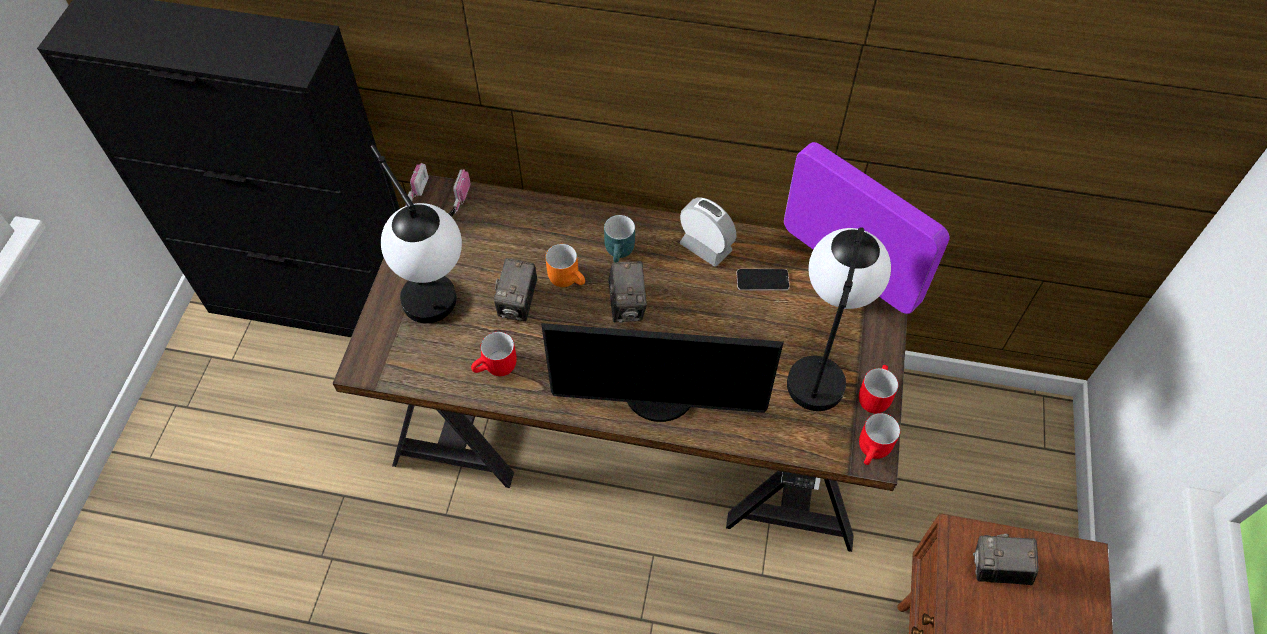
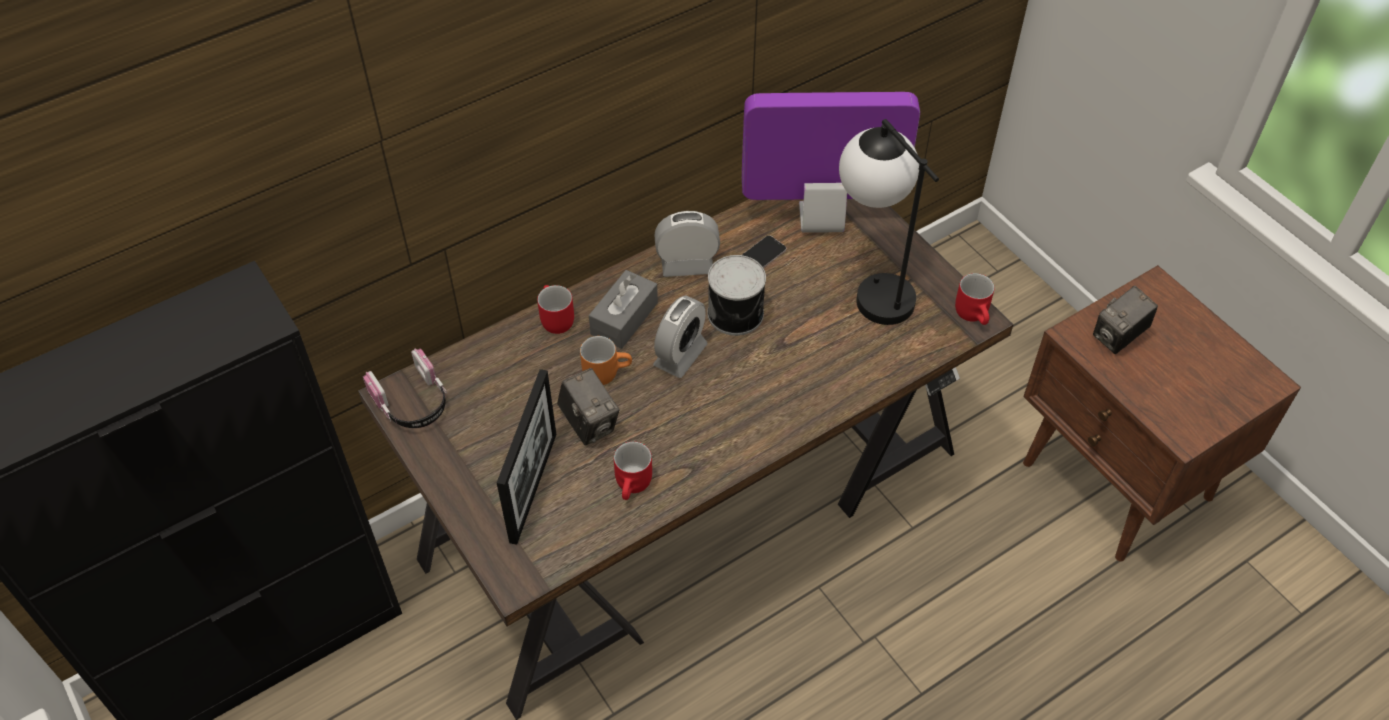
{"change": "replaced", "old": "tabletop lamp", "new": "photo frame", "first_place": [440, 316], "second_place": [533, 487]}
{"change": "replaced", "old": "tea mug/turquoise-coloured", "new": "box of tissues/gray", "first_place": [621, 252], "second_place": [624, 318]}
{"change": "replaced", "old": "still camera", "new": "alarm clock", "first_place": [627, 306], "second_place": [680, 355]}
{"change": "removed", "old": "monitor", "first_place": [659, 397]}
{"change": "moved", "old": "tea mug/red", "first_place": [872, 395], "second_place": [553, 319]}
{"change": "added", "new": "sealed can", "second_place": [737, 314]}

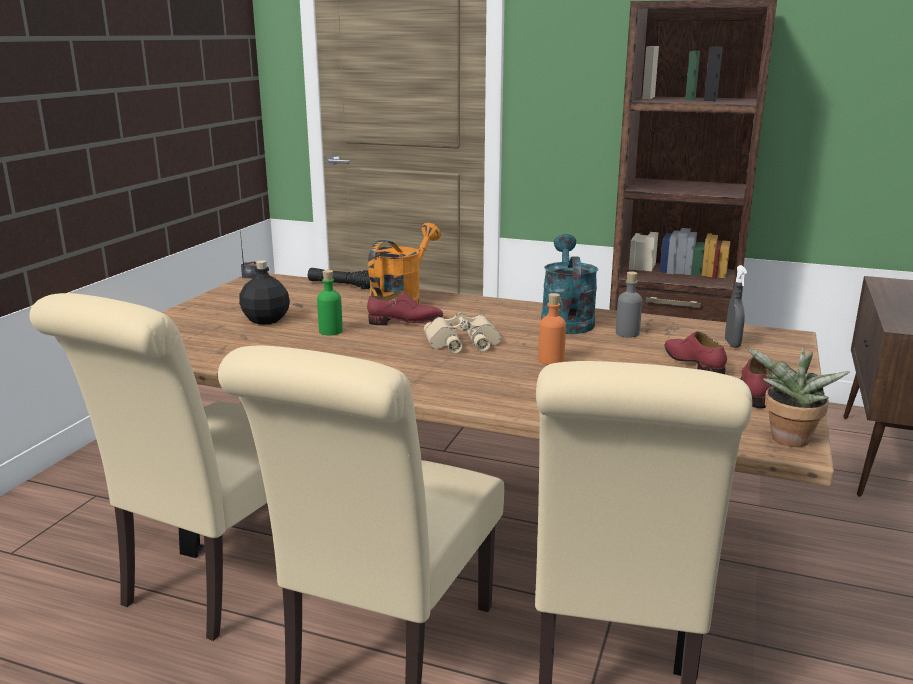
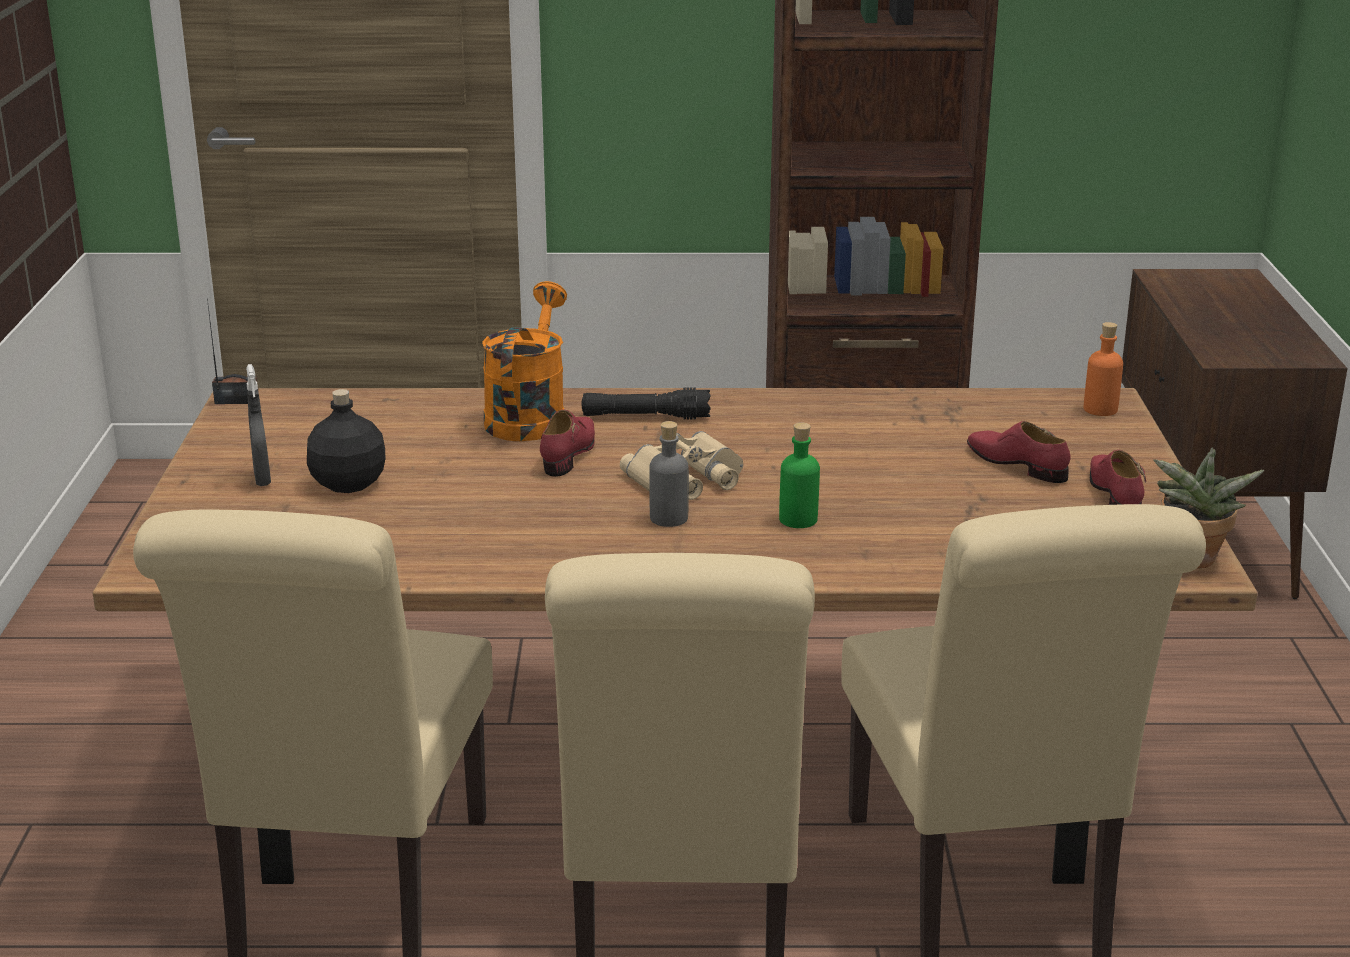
{"change": "removed", "old": "sprinkling can/turquoise-coloured", "first_place": [566, 320]}
{"change": "moved", "old": "hand sprayer/gray", "first_place": [732, 343], "second_place": [262, 479]}
{"change": "moved", "old": "torch/black-coloured", "first_place": [343, 285], "second_place": [646, 417]}
{"change": "moved", "old": "drink bottle/greenish", "first_place": [330, 331], "second_place": [798, 519]}
{"change": "moved", "old": "drink bottle/gray", "first_place": [627, 333], "second_place": [669, 518]}
{"change": "turned", "old": "low shoe/red", "first_place": [405, 321], "second_place": [570, 453], "degrees": -45}
{"change": "moved", "old": "drink bottle/orangey", "first_place": [551, 360], "second_place": [1100, 409]}

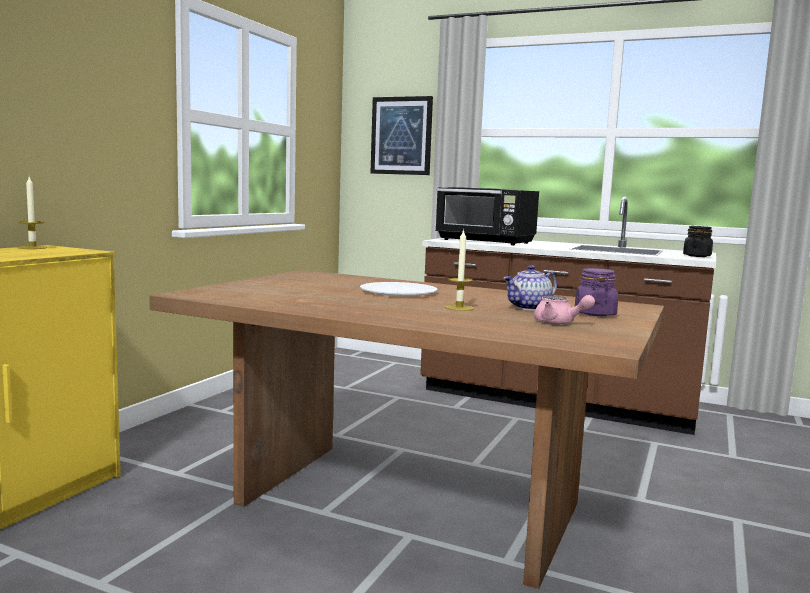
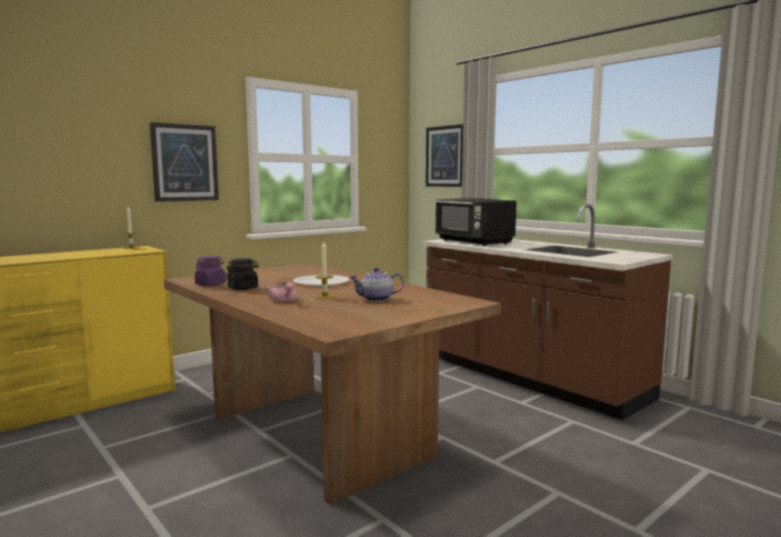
{"change": "moved", "old": "storage jar/black-coloured", "first_place": [697, 256], "second_place": [243, 288]}
{"change": "moved", "old": "storage jar/purple-coloured", "first_place": [594, 314], "second_place": [210, 284]}
{"change": "moved", "old": "teapot/pink", "first_place": [559, 323], "second_place": [284, 301]}
{"change": "added", "new": "wall picture", "second_place": [185, 163]}

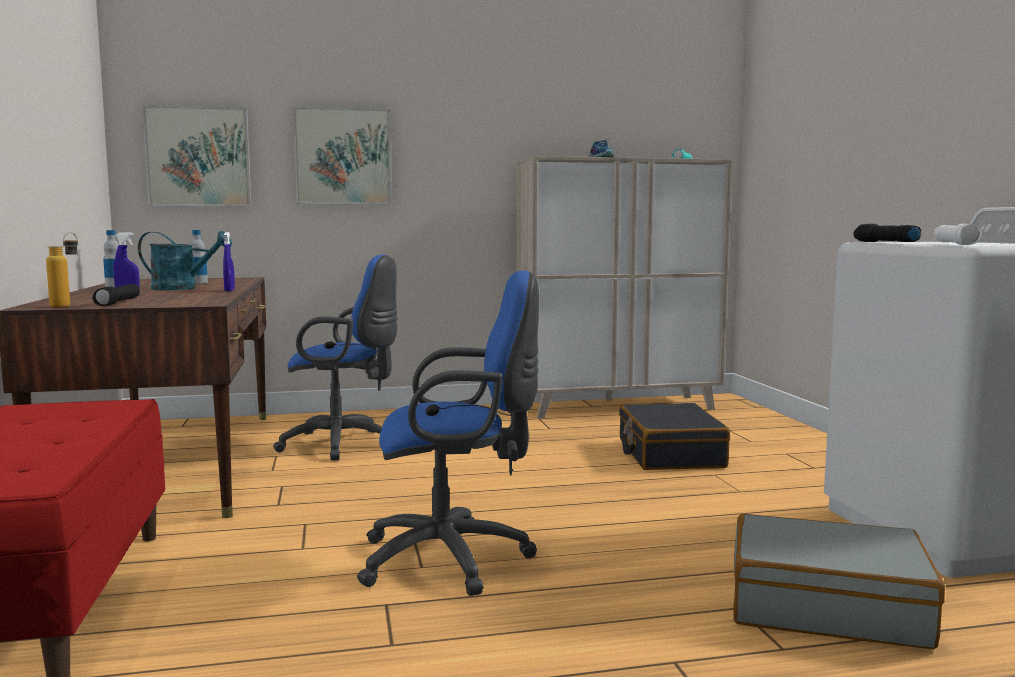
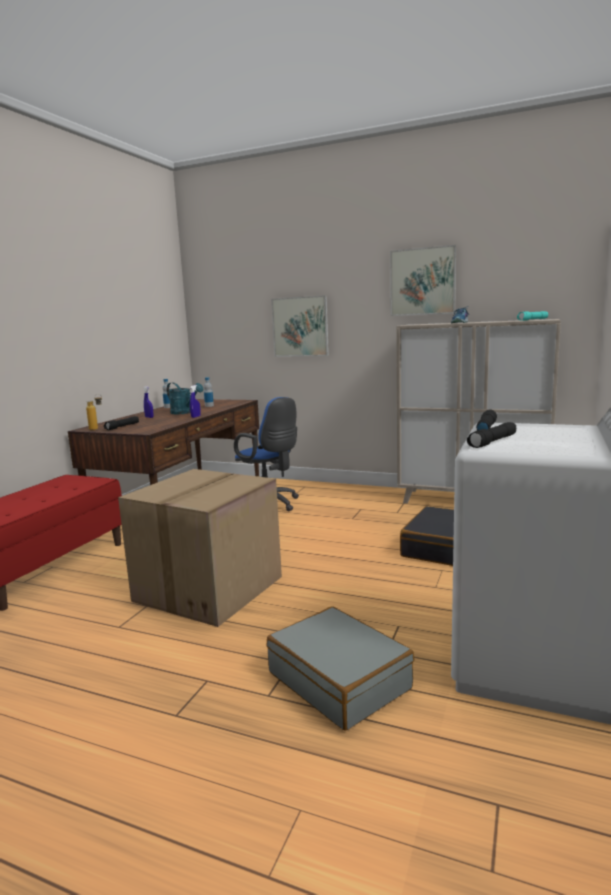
{"change": "moved", "old": "wall picture", "first_place": [198, 157], "second_place": [422, 281]}
{"change": "recoloured", "old": "torch/white-coloured", "new": "torch/black-coloured", "first_place": [956, 244], "second_place": [493, 442]}
{"change": "replaced", "old": "desk chair/bluish", "new": "packing box", "first_place": [454, 559], "second_place": [209, 589]}

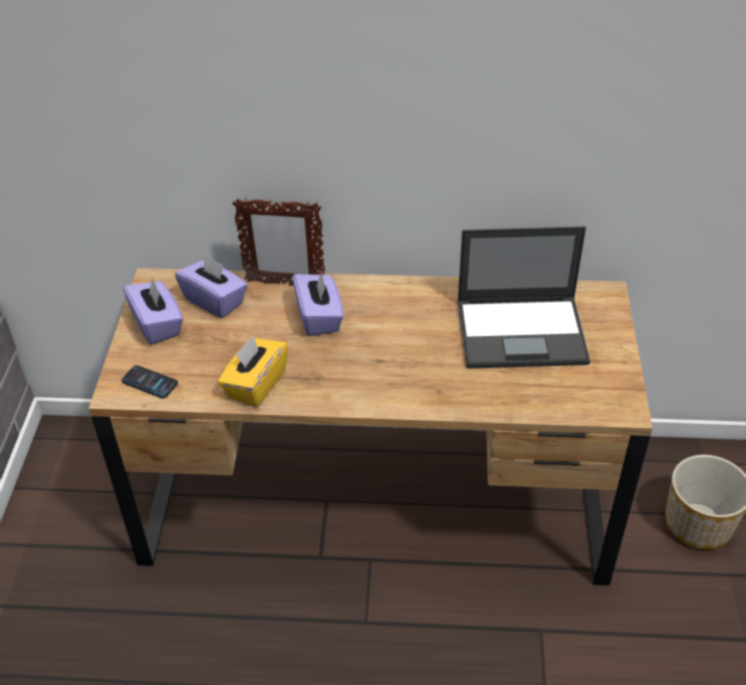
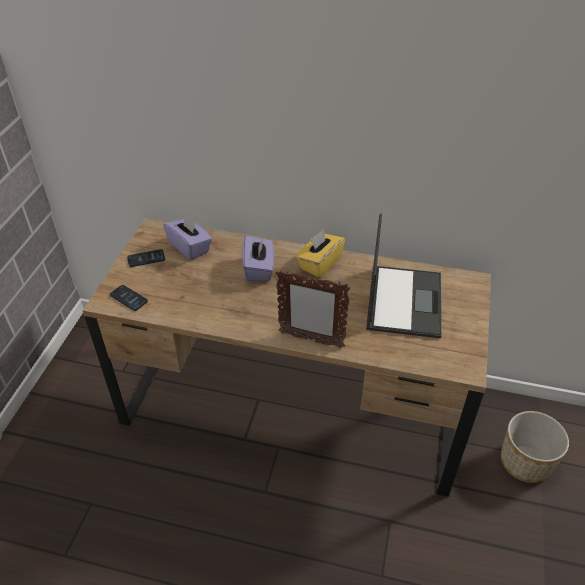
{"change": "moved", "old": "photo frame", "first_place": [284, 284], "second_place": [311, 340]}
{"change": "turned", "old": "portable computer", "first_place": [523, 332], "second_place": [404, 300], "degrees": -90}
{"change": "replaced", "old": "box of tissues/purple-coloured", "new": "handset", "first_place": [157, 324], "second_place": [146, 259]}
{"change": "moved", "old": "box of tissues/yellowish", "first_place": [255, 384], "second_place": [319, 263]}

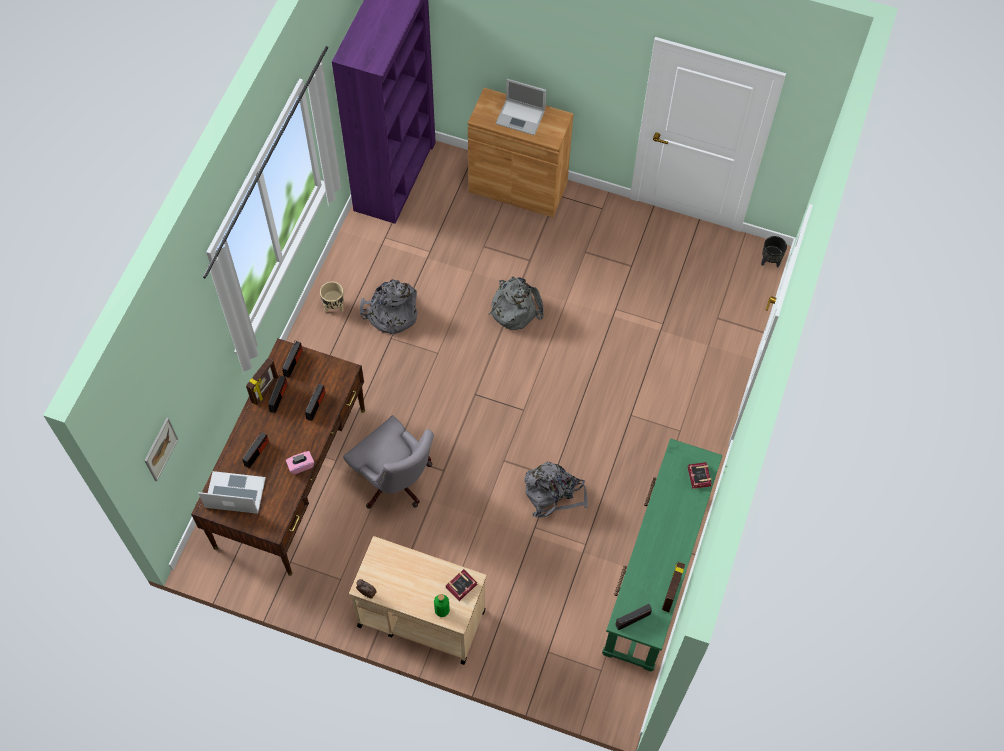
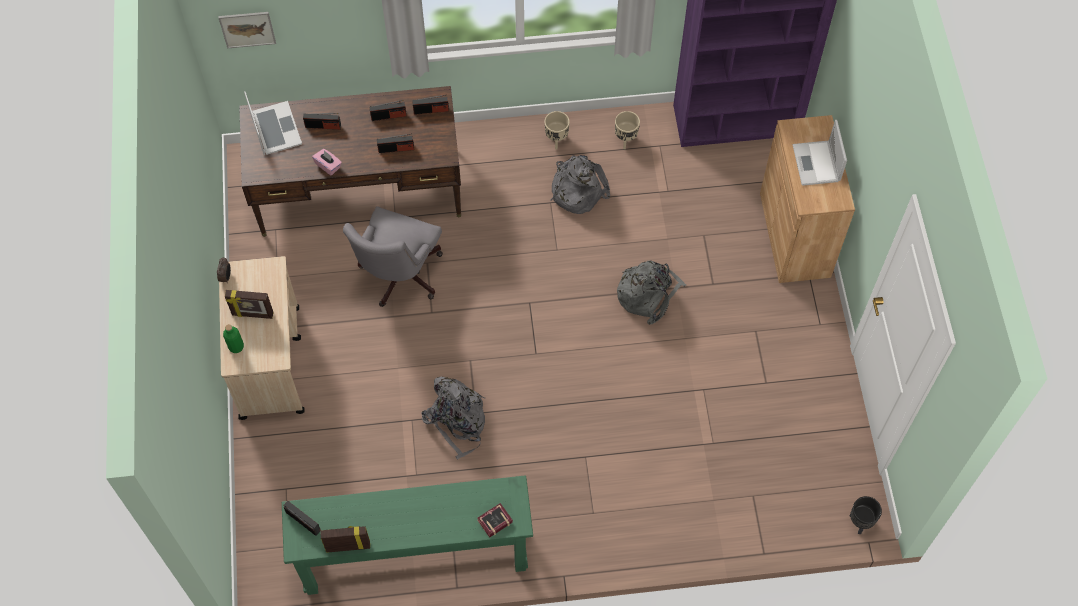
{"change": "moved", "old": "photo frame", "first_place": [265, 390], "second_place": [252, 314]}
{"change": "removed", "old": "book", "first_place": [463, 585]}
{"change": "added", "new": "flower pot/sand-coloured", "second_place": [625, 140]}

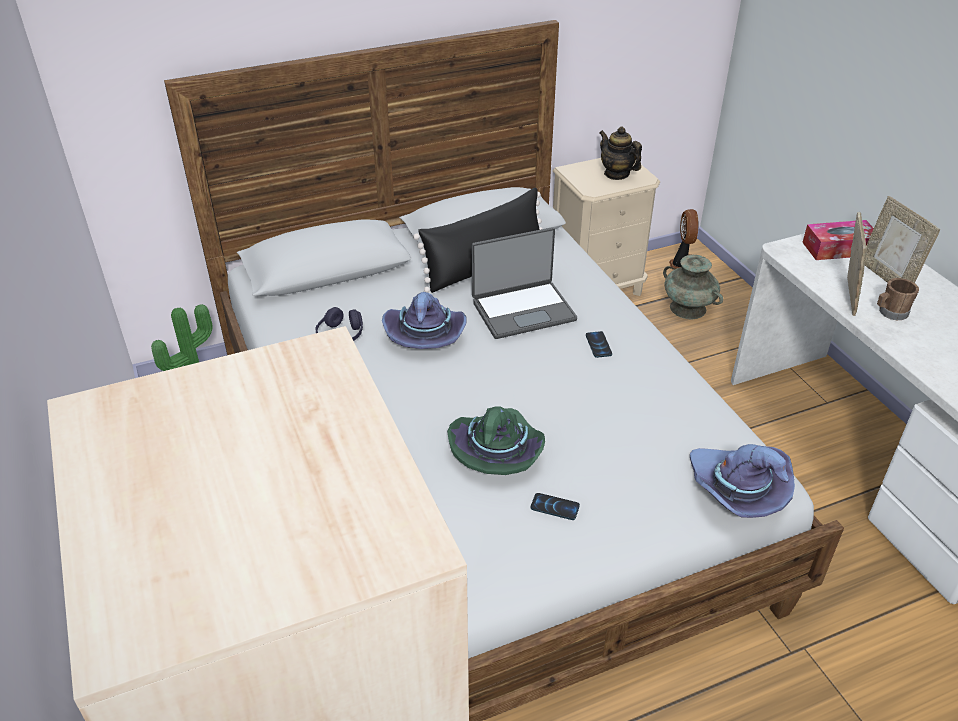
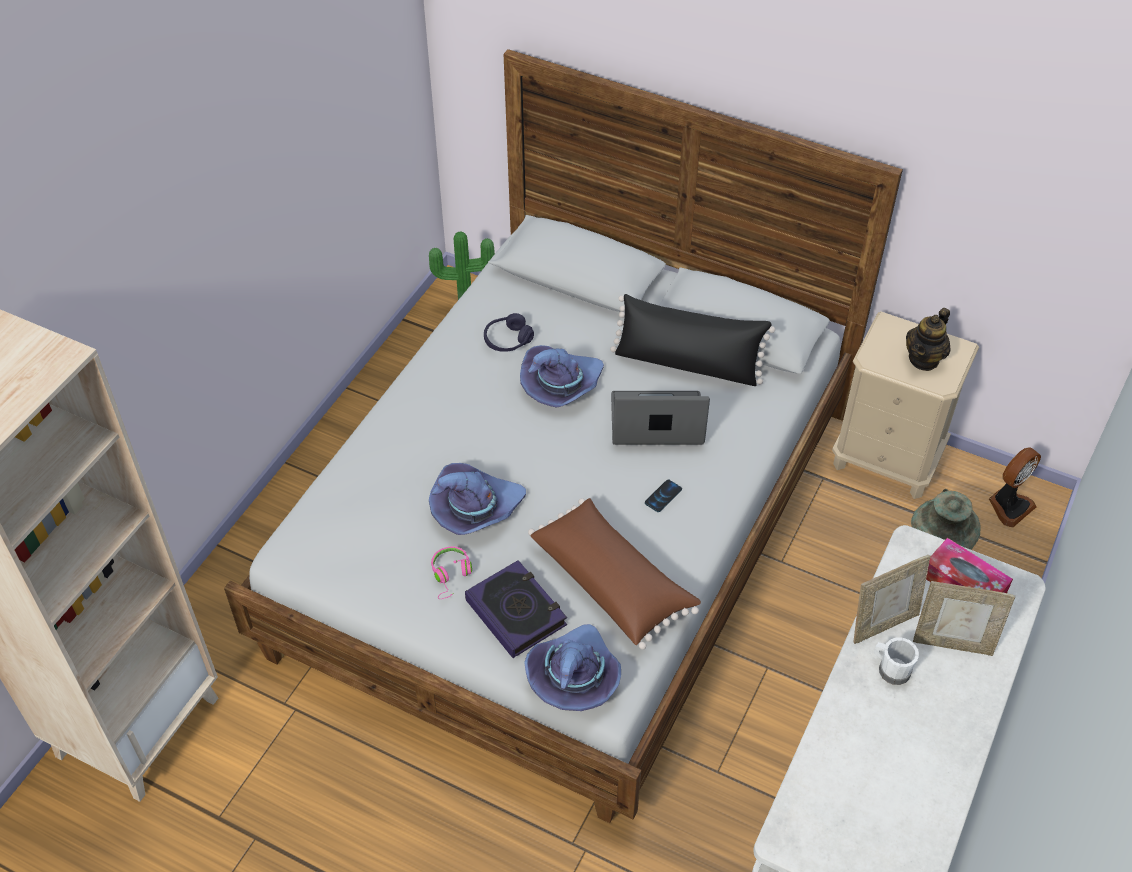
{"change": "turned", "old": "teapot", "first_place": [616, 174], "second_place": [924, 359], "degrees": -150}
{"change": "turned", "old": "photo frame", "first_place": [886, 277], "second_place": [953, 643], "degrees": -105}
{"change": "turned", "old": "portable computer", "first_place": [523, 310], "second_place": [656, 422], "degrees": 150}
{"change": "recoloured", "old": "tea mug/brown-coloured", "new": "tea mug/white-coloured", "first_place": [890, 313], "second_place": [891, 669]}
{"change": "recoloured", "old": "wearable hat/greenish", "new": "wearable hat/purple-coloured", "first_place": [497, 451], "second_place": [475, 509]}
{"change": "replaced", "old": "handset", "new": "headphones/pink", "first_place": [555, 507], "second_place": [451, 575]}
{"change": "added", "new": "cushion/brown-coloured", "second_place": [612, 582]}
{"change": "added", "new": "book", "second_place": [516, 612]}

